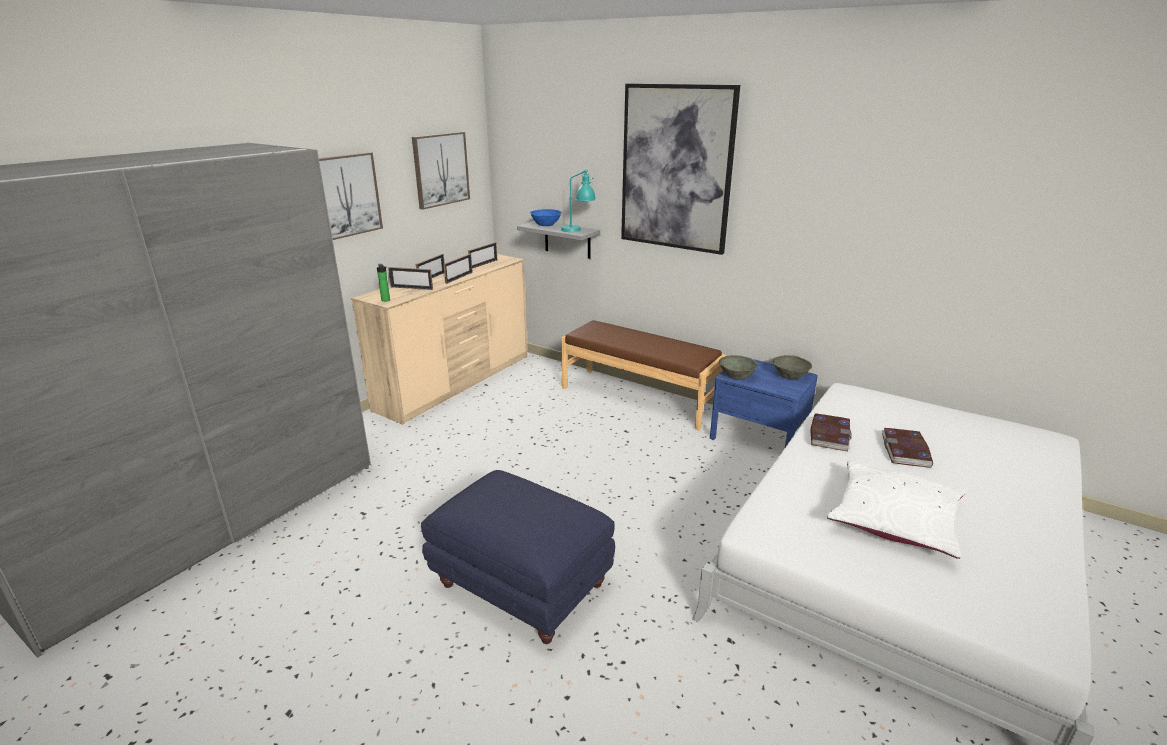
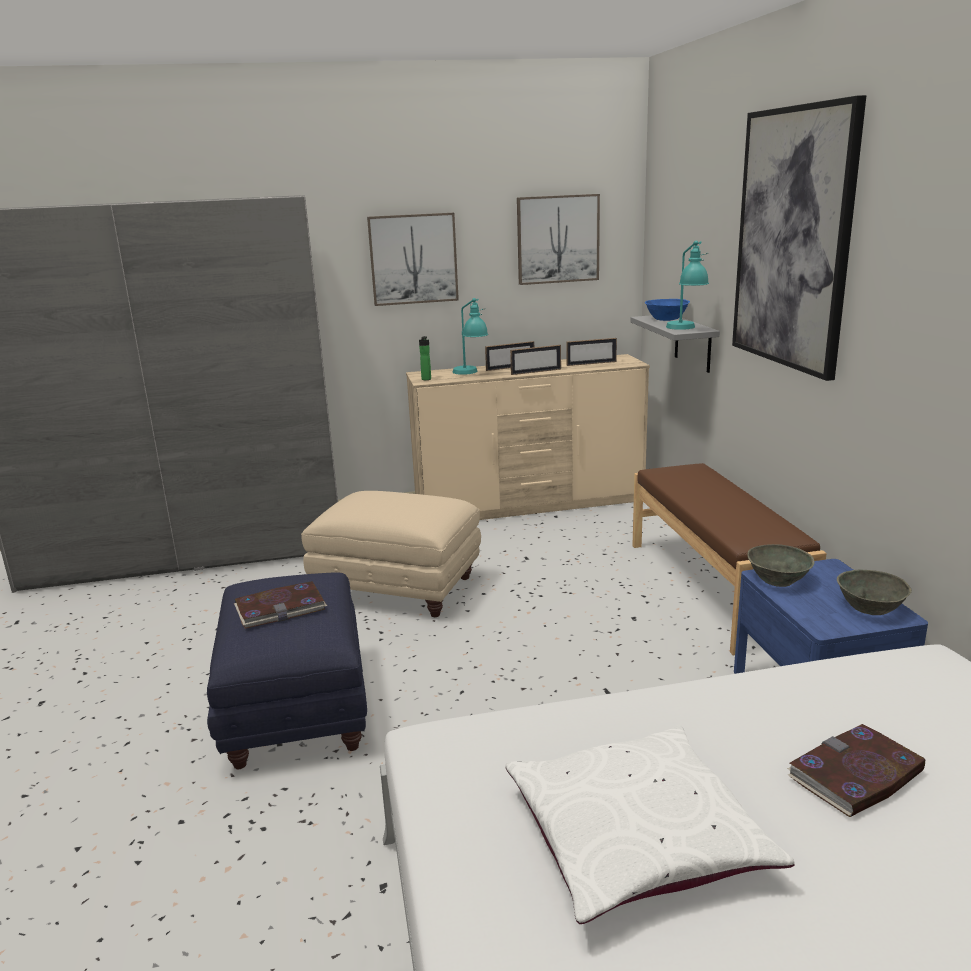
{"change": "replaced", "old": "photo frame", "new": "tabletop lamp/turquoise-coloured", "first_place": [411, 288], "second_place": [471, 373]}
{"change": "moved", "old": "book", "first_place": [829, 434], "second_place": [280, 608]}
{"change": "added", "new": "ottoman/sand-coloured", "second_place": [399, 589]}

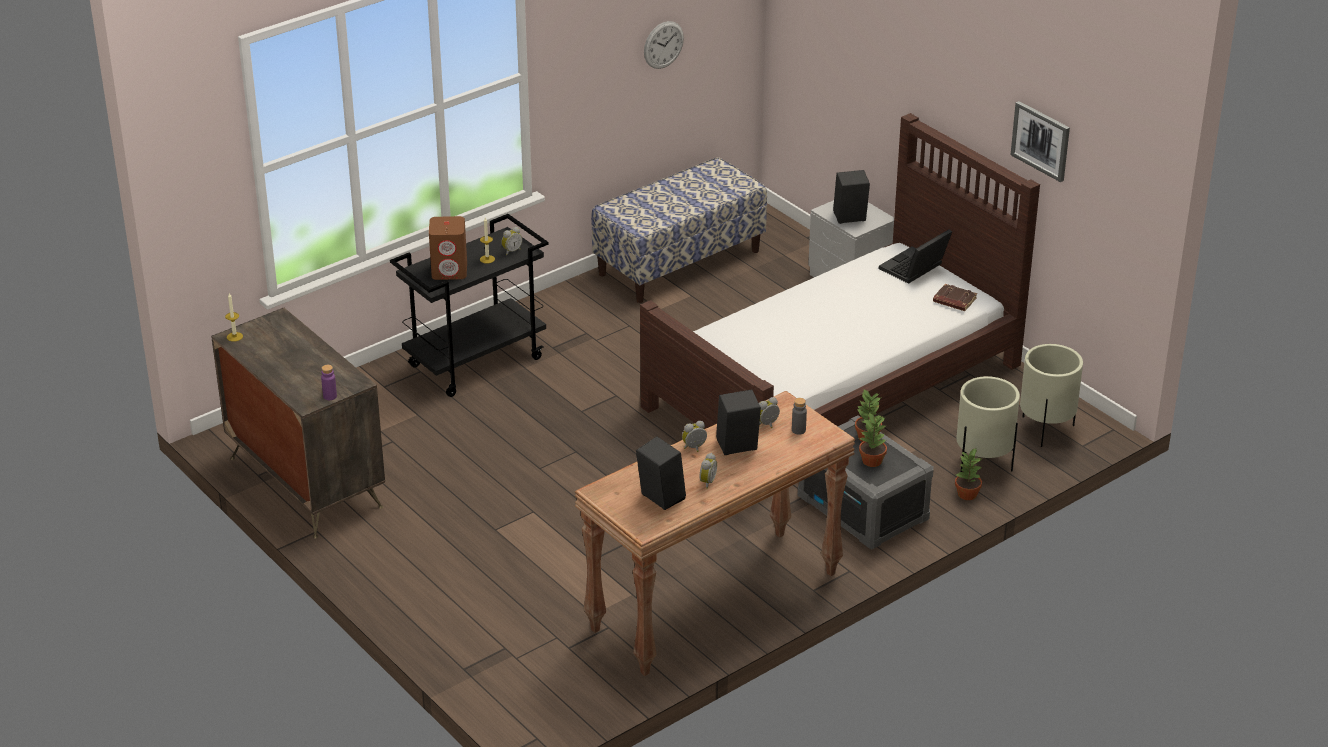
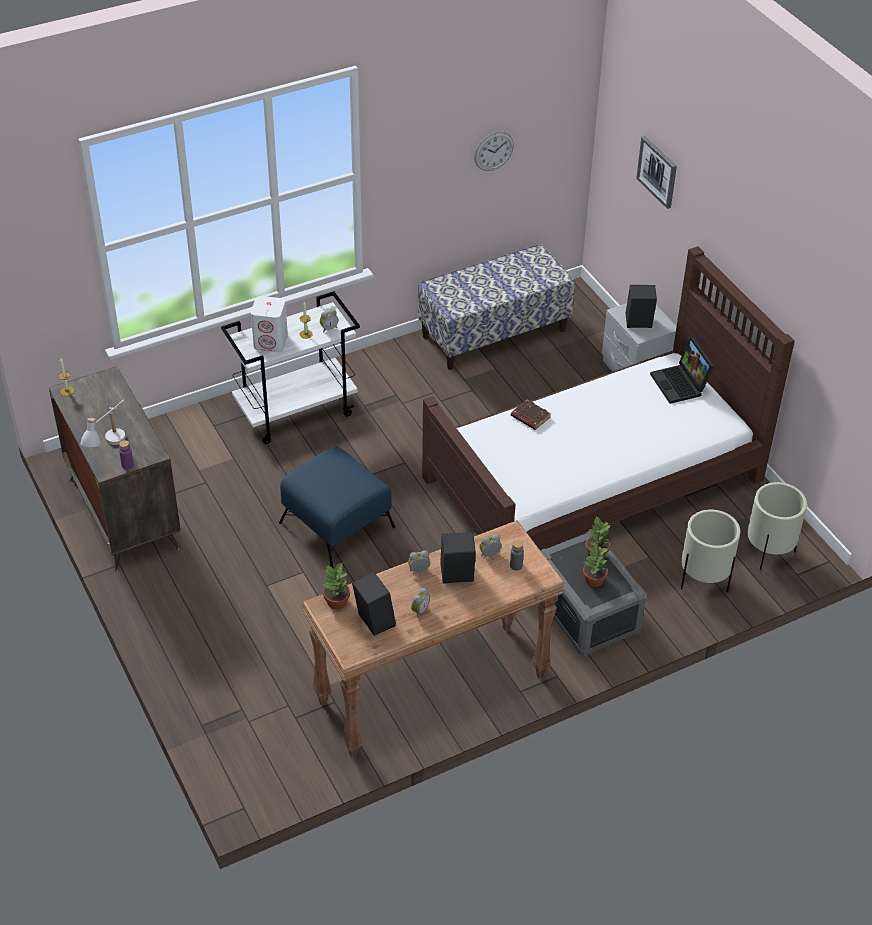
{"change": "moved", "old": "wall picture", "first_place": [1041, 140], "second_place": [657, 171]}
{"change": "recoloured", "old": "cart/black-coloured", "new": "cart/white-coloured", "first_place": [476, 361], "second_place": [296, 411]}
{"change": "recoloured", "old": "speaker/brown-coloured", "new": "speaker/white-coloured", "first_place": [450, 271], "second_place": [271, 342]}
{"change": "turned", "old": "portable computer", "first_place": [914, 269], "second_place": [681, 384], "degrees": -75}
{"change": "moved", "old": "book/brown-coloured", "first_place": [953, 301], "second_place": [530, 417]}
{"change": "moved", "old": "plant in a pot", "first_place": [966, 494], "second_place": [336, 602]}
{"change": "added", "new": "tabletop lamp/white-coloured", "second_place": [110, 448]}
{"change": "added", "new": "ottoman/bluish", "second_place": [336, 524]}

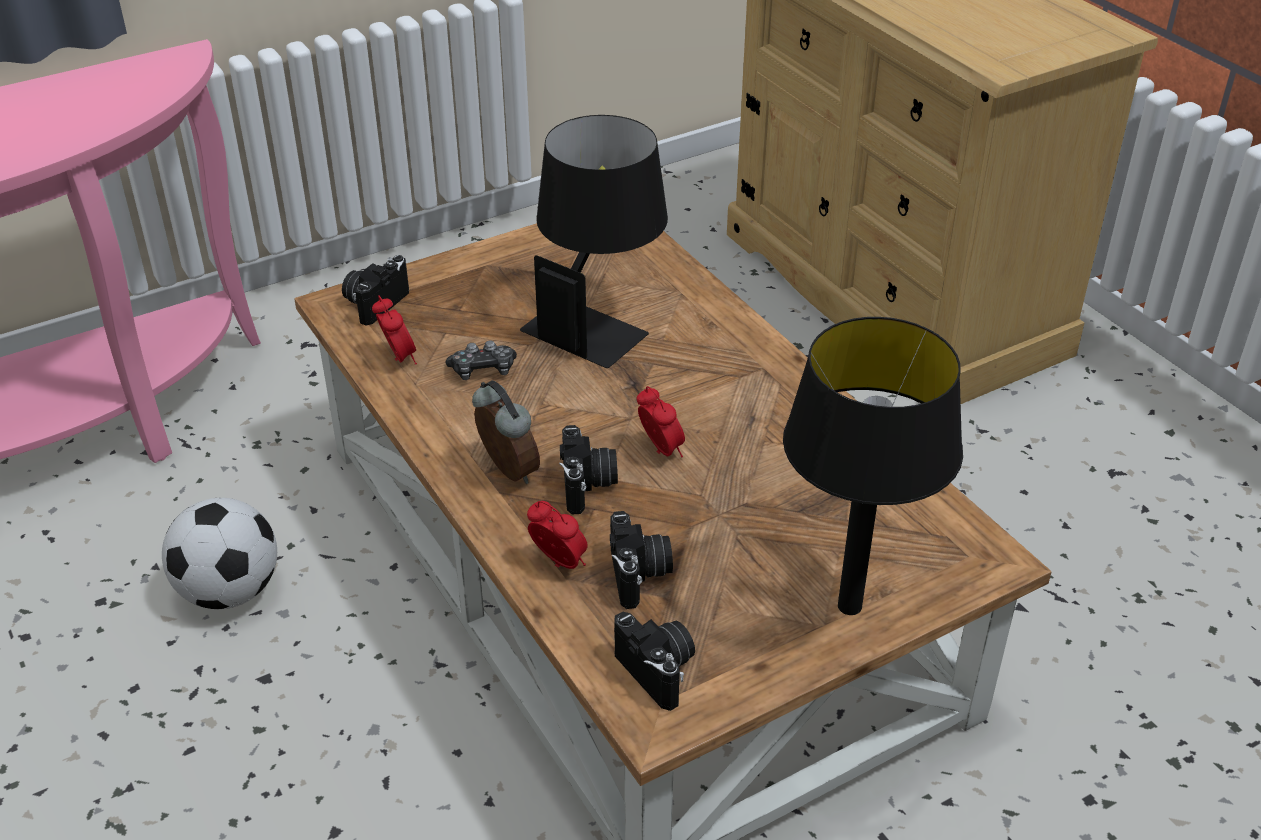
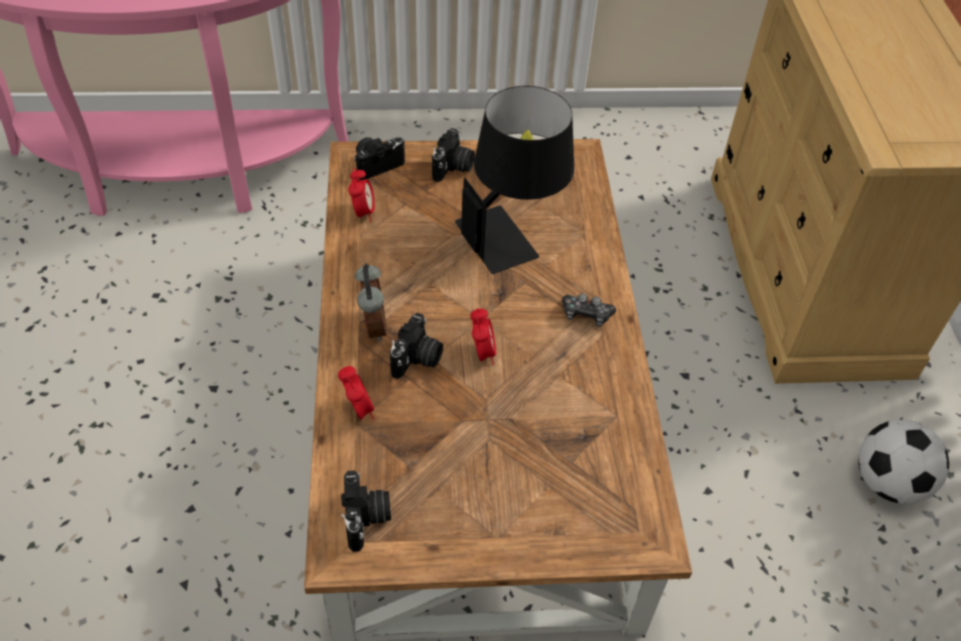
{"change": "removed", "old": "tabletop lamp/black-coloured", "first_place": [850, 605]}
{"change": "moved", "old": "game controller", "first_place": [483, 370], "second_place": [586, 315]}
{"change": "moved", "old": "football", "first_place": [230, 591], "second_place": [888, 483]}
{"change": "moved", "old": "still camera", "first_place": [640, 575], "second_place": [453, 168]}

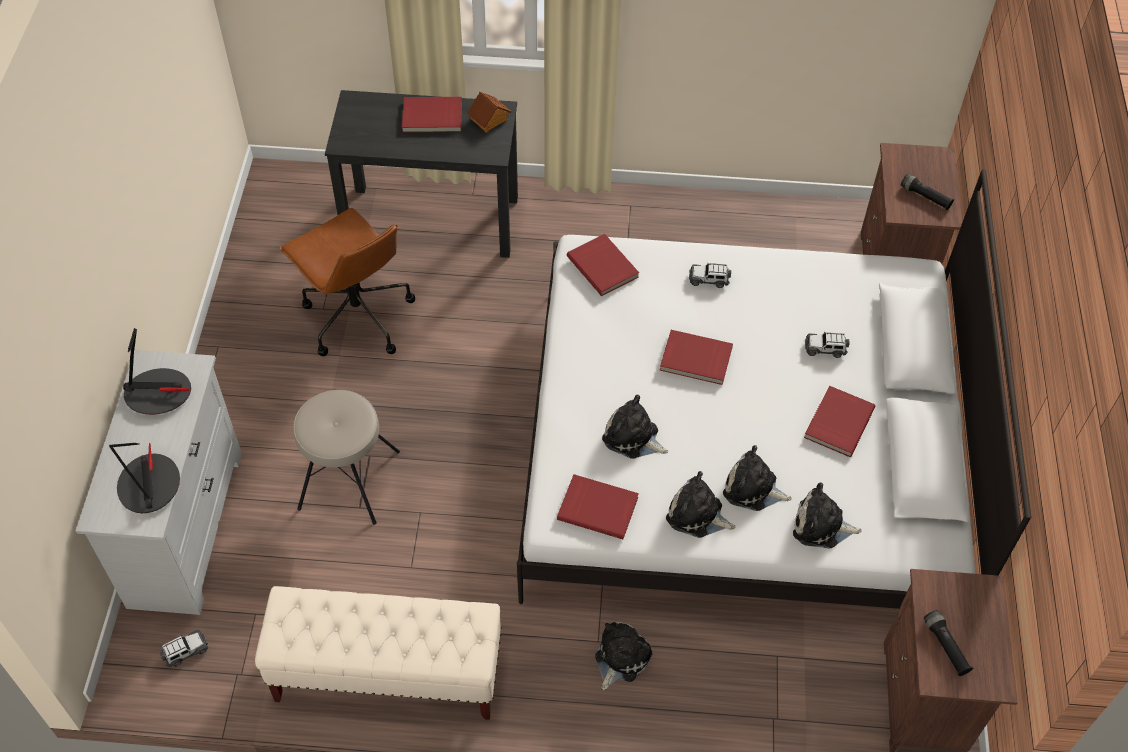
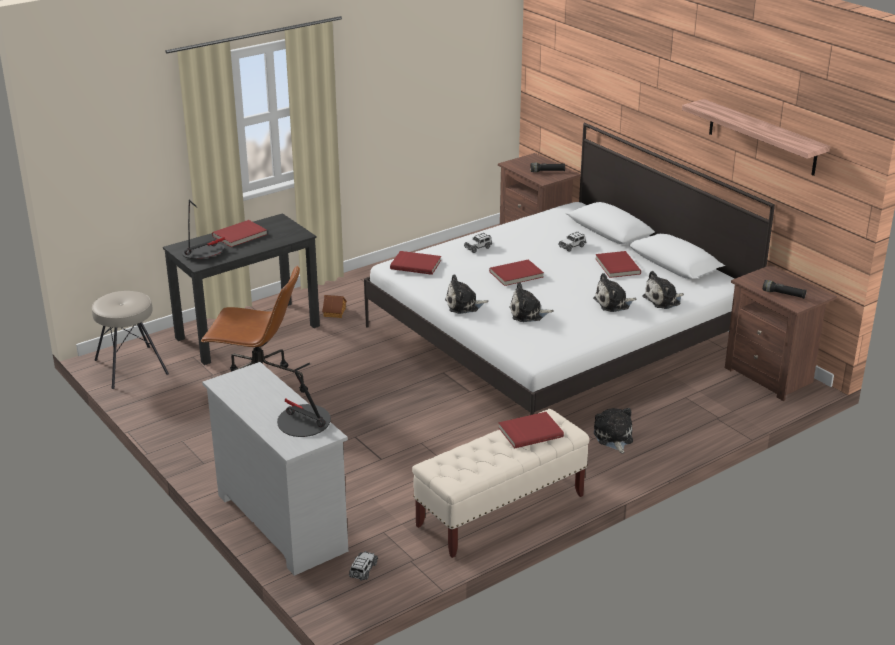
{"change": "moved", "old": "toy house", "first_place": [489, 119], "second_place": [335, 312]}
{"change": "moved", "old": "tabletop lamp", "first_place": [158, 393], "second_place": [203, 253]}
{"change": "moved", "old": "stool seat/sand-coloured", "first_place": [348, 479], "second_place": [130, 367]}
{"change": "moved", "old": "cuddly toy", "first_place": [697, 515], "second_place": [464, 305]}
{"change": "moved", "old": "book/red", "first_place": [598, 507], "second_place": [530, 432]}
{"change": "added", "new": "shelf", "second_place": [762, 137]}

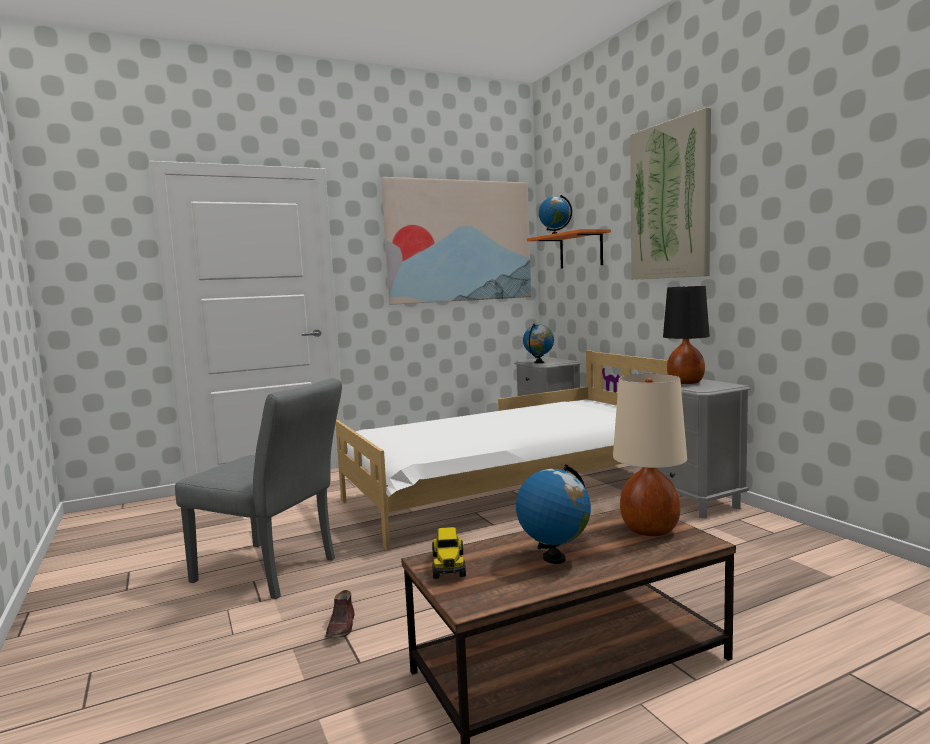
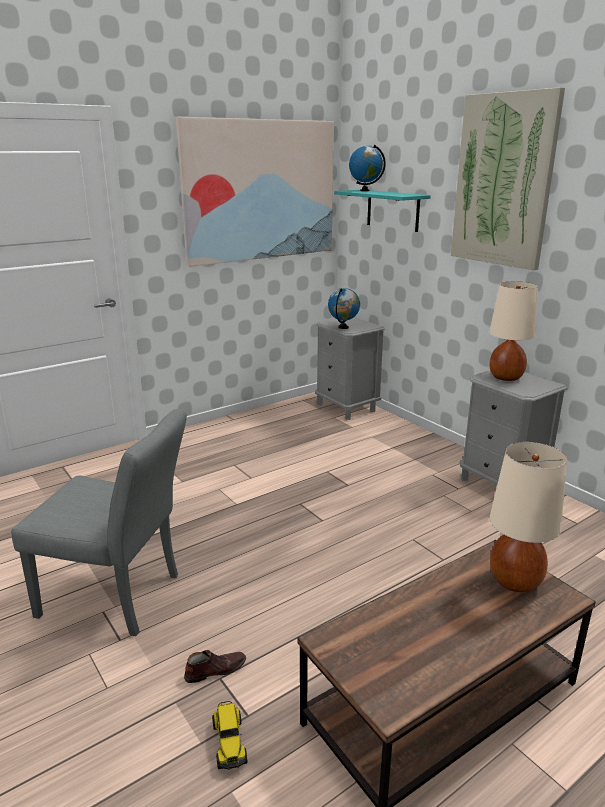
{"change": "recoloured", "old": "shelf/orangey", "new": "shelf/turquoise-coloured", "first_place": [581, 250], "second_place": [392, 210]}
{"change": "recoloured", "old": "tabletop lamp/black-coloured", "new": "tabletop lamp/sand-coloured", "first_place": [686, 383], "second_place": [506, 377]}
{"change": "removed", "old": "bed/white-coloured", "first_place": [508, 492]}
{"change": "removed", "old": "globe", "first_place": [554, 558]}
{"change": "moved", "old": "toy lorry", "first_place": [448, 565], "second_place": [229, 742]}
{"change": "turned", "old": "low shoe/brown-coloured", "first_place": [341, 627], "second_place": [215, 670], "degrees": -105}

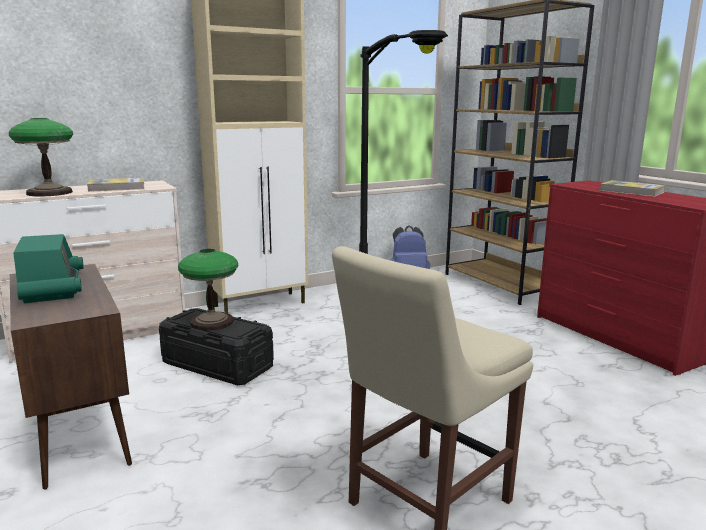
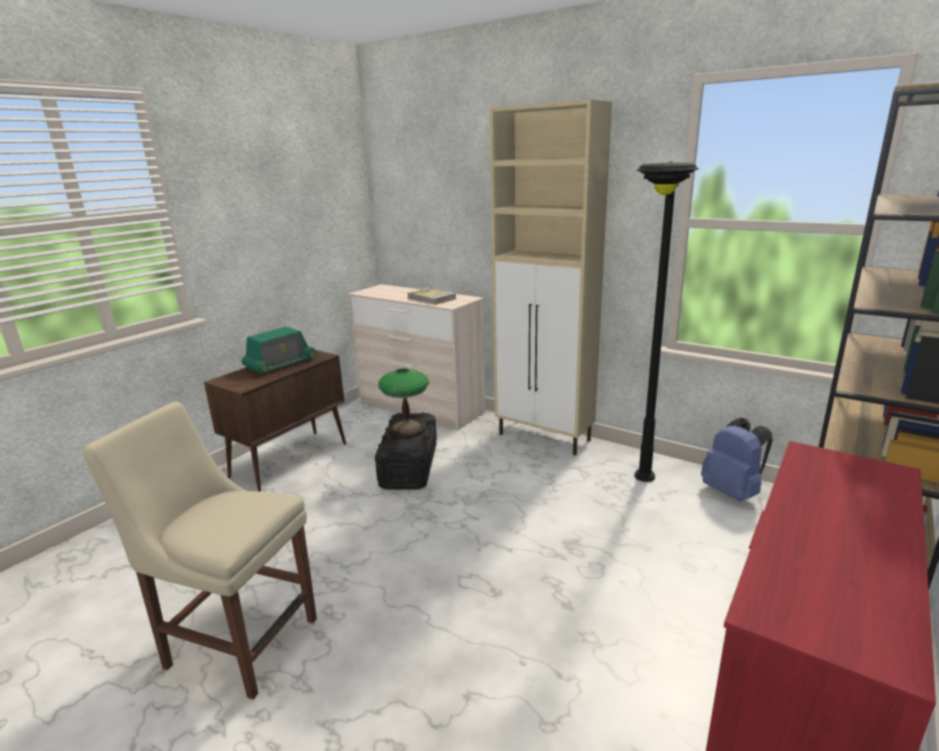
{"change": "removed", "old": "tabletop lamp", "first_place": [50, 193]}
{"change": "removed", "old": "book", "first_place": [631, 191]}

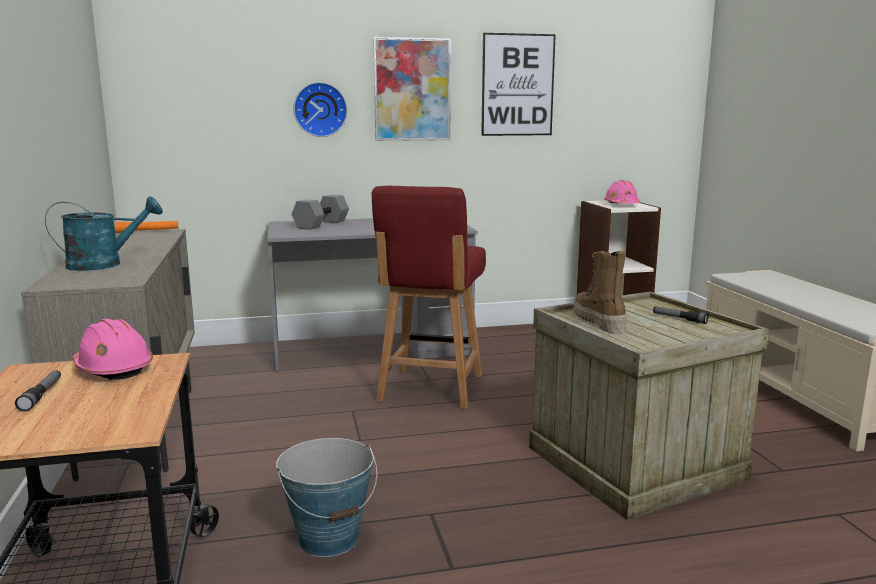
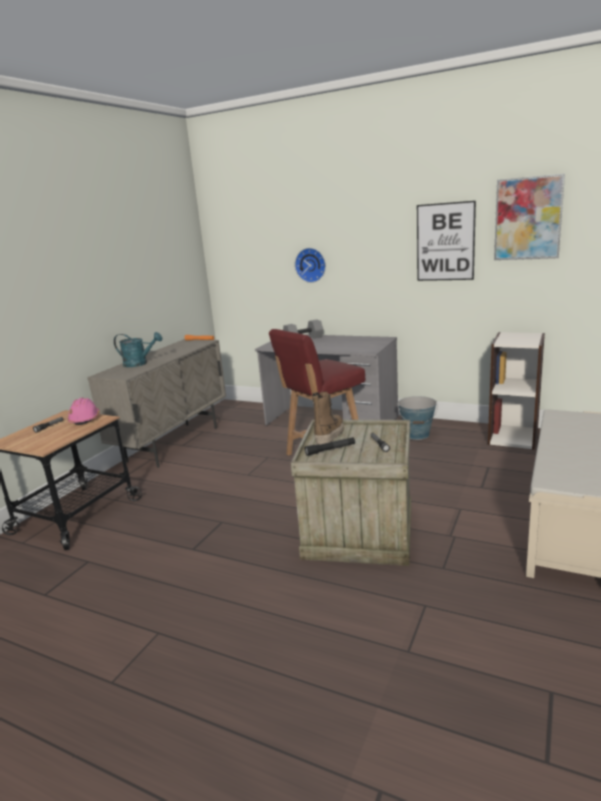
{"change": "moved", "old": "wall picture", "first_place": [412, 90], "second_place": [528, 218]}
{"change": "removed", "old": "hard hat/pink", "first_place": [621, 205]}
{"change": "moved", "old": "bucket", "first_place": [329, 539], "second_place": [417, 434]}
{"change": "added", "new": "torch/black-coloured", "second_place": [330, 450]}

